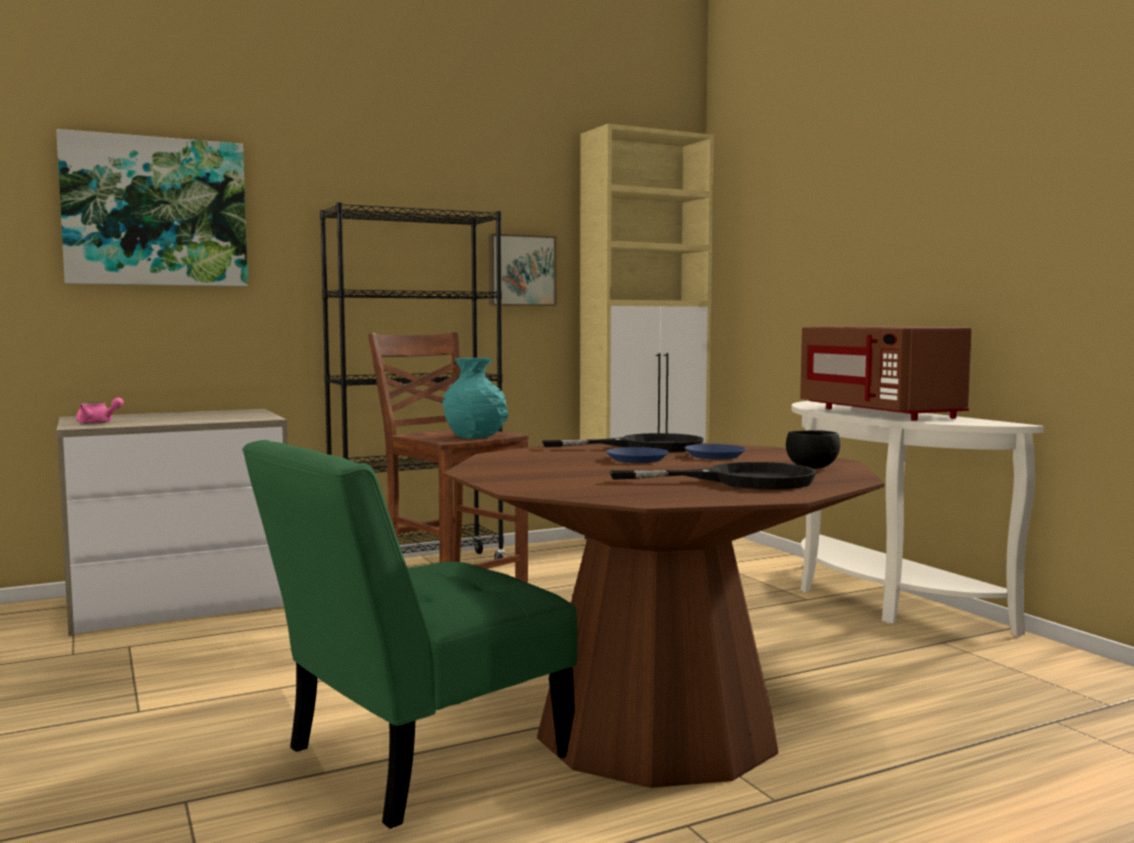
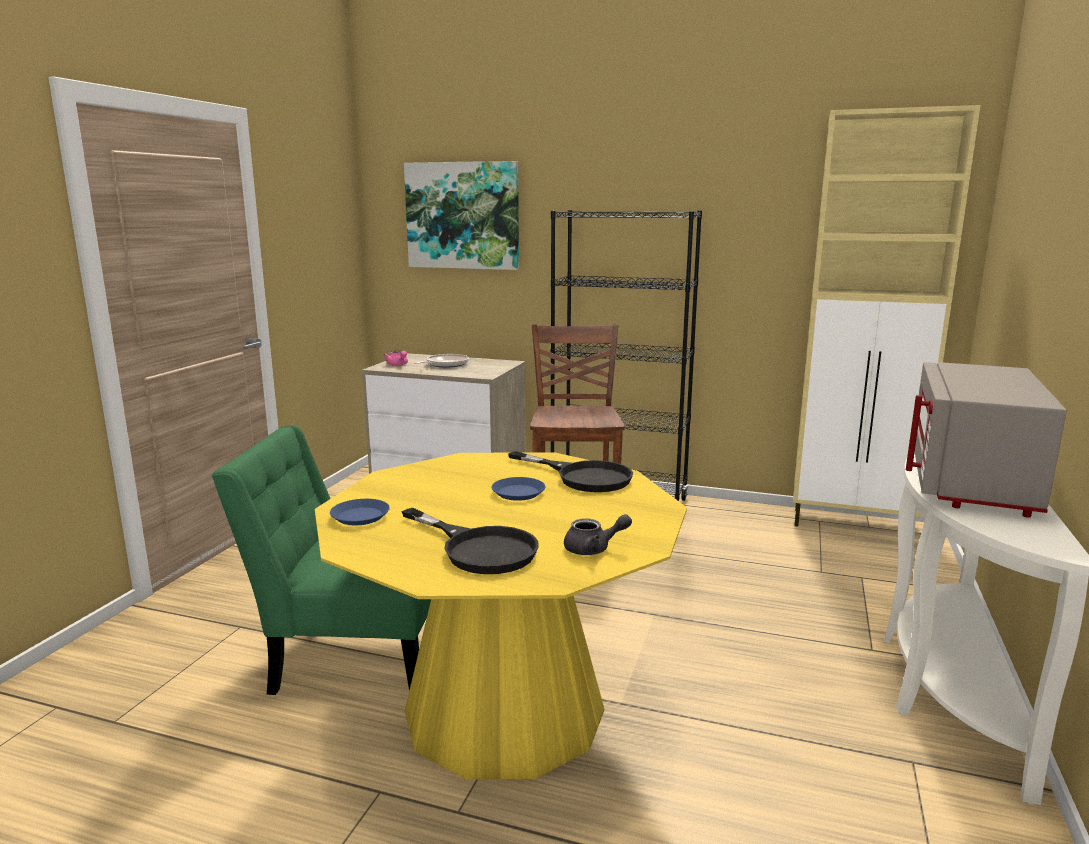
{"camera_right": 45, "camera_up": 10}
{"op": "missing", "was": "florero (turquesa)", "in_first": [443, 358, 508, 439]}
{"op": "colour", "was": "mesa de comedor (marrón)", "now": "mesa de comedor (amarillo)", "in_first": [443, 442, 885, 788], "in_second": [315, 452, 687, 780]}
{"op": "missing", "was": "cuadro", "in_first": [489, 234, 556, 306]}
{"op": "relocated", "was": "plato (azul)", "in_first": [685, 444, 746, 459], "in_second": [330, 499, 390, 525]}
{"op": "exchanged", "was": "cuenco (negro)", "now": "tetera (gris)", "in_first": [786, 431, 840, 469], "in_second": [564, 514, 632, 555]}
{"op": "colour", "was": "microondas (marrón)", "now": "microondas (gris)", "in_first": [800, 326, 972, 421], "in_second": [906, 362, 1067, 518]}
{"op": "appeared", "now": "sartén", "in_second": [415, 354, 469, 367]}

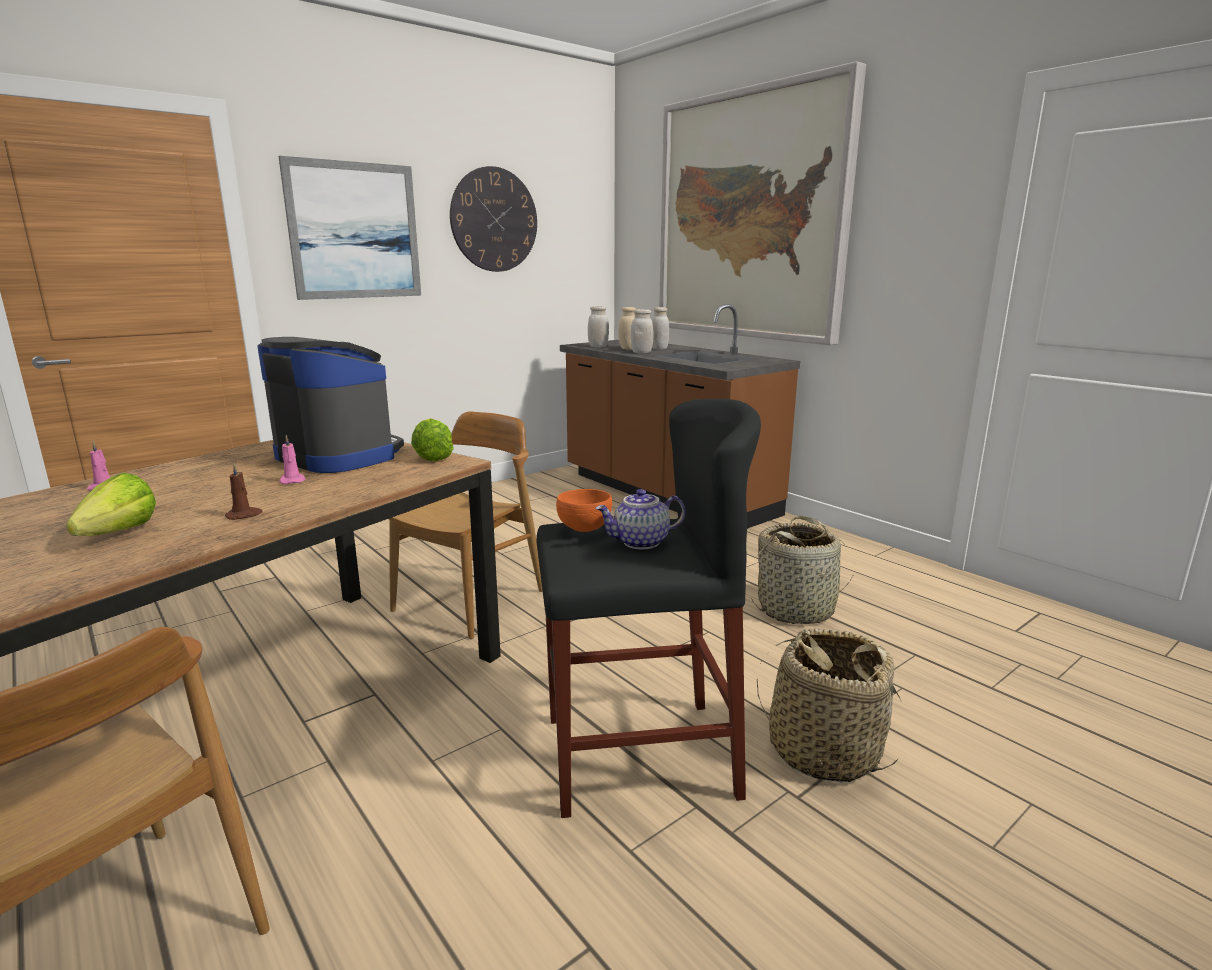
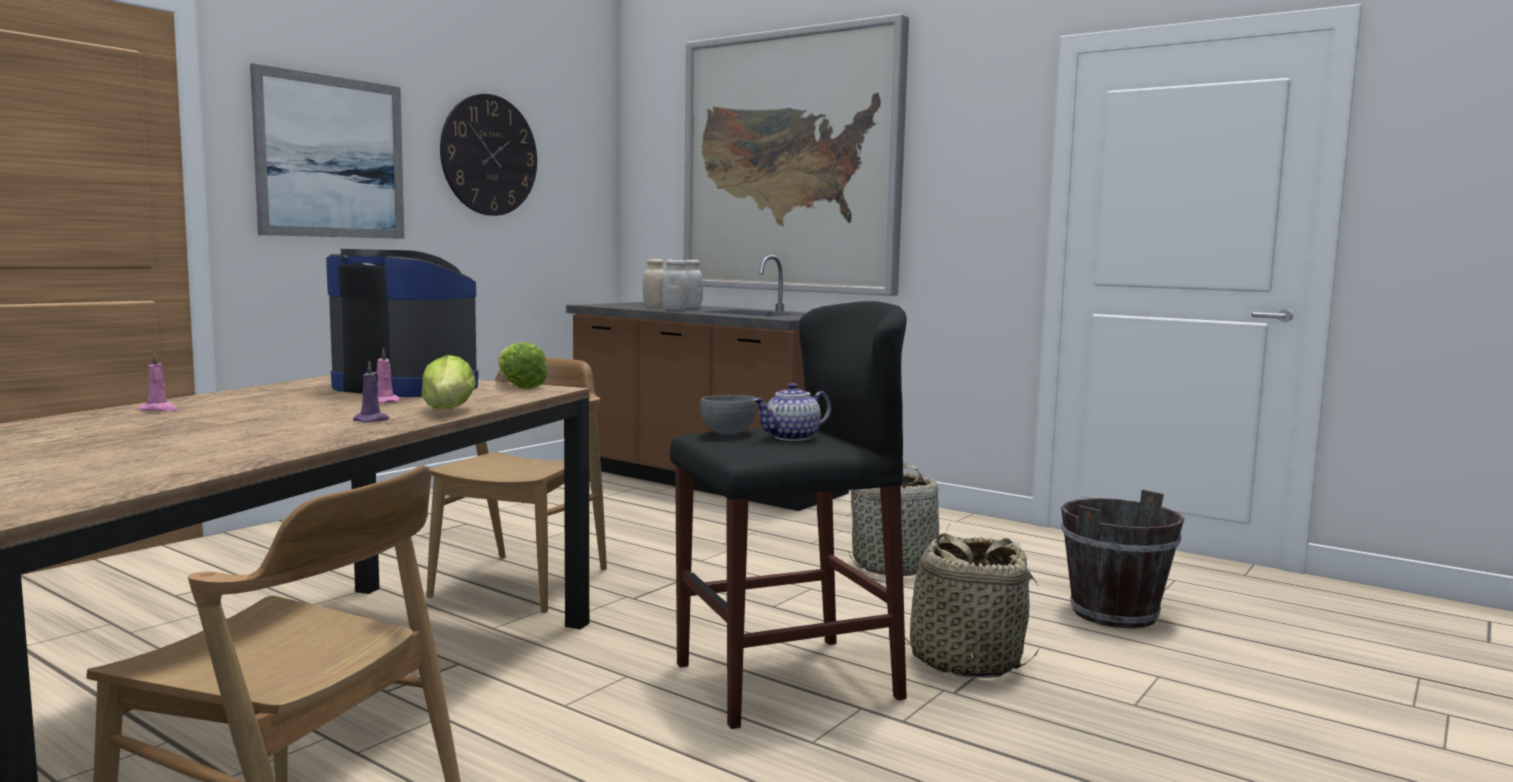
{"camera_right": -15, "camera_up": -10}
{"op": "relocated", "was": "lechuga", "in_first": [66, 472, 156, 536], "in_second": [421, 355, 476, 409]}
{"op": "colour", "was": "vela (marrón)", "now": "vela (morado)", "in_first": [225, 463, 263, 520], "in_second": [353, 360, 390, 423]}
{"op": "colour", "was": "cuenco (naranja)", "now": "cuenco (gris)", "in_first": [556, 489, 612, 532], "in_second": [700, 395, 757, 434]}
{"op": "missing", "was": "tarro (blanco)", "in_first": [588, 306, 609, 347]}
{"op": "appeared", "now": "cubo (marrón)", "in_second": [1061, 490, 1184, 629]}

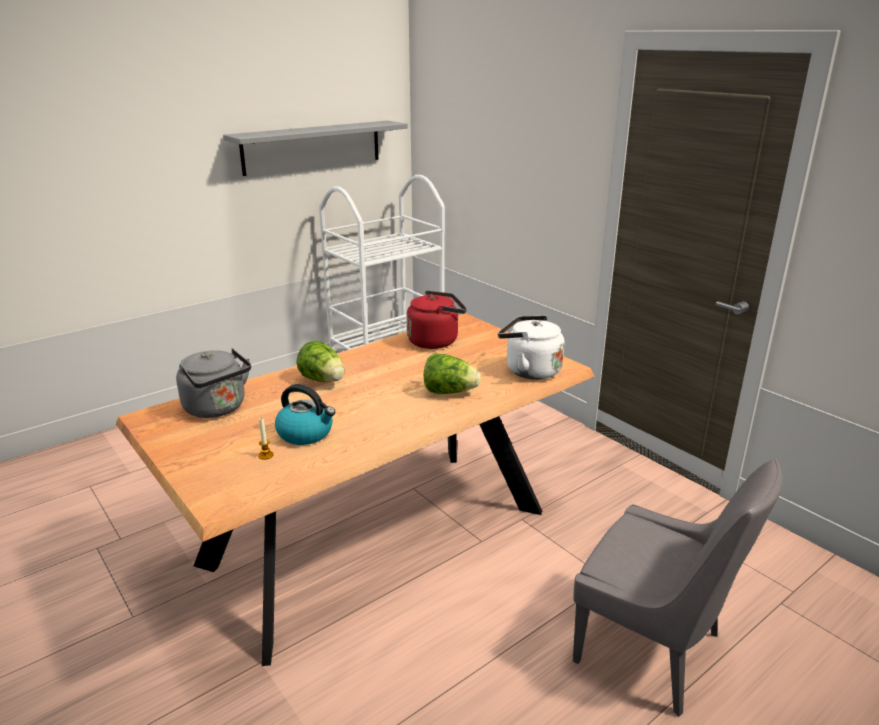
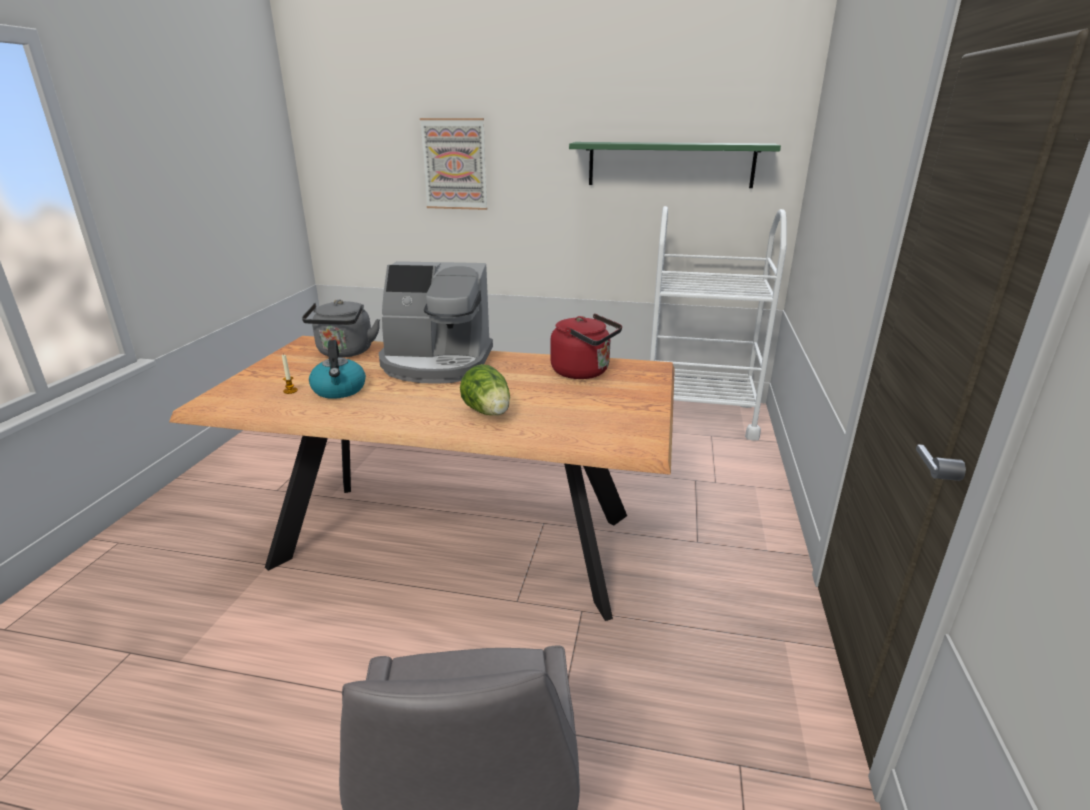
{"camera_right": 50, "camera_up": 0}
{"op": "colour", "was": "estante (gris)", "now": "estante (verde)", "in_first": [223, 121, 408, 176], "in_second": [569, 142, 781, 188]}
{"op": "exchanged", "was": "lechuga", "now": "cafetera", "in_first": [296, 341, 345, 382], "in_second": [379, 261, 493, 384]}
{"op": "missing", "was": "hervidor (blanco)", "in_first": [498, 316, 565, 380]}
{"op": "appeared", "now": "cuadro", "in_second": [420, 118, 488, 210]}

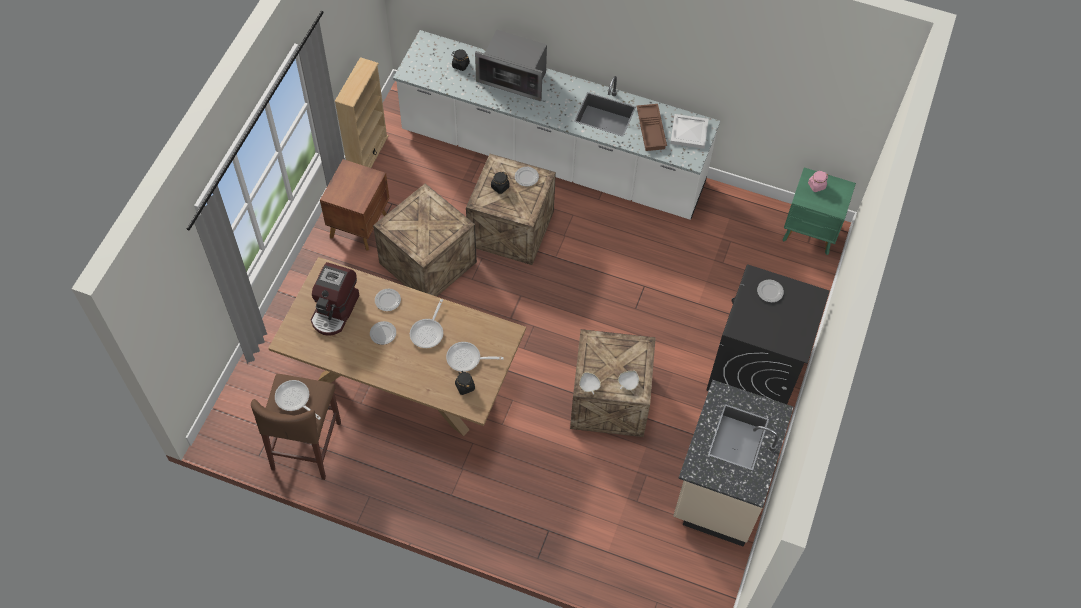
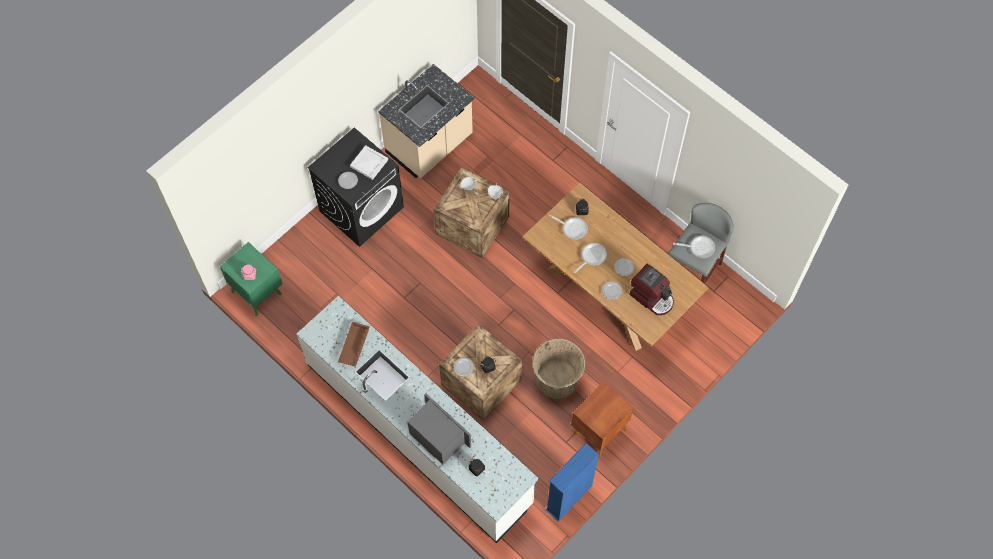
{"camera_right": -155, "camera_up": 5}
{"op": "colour", "was": "taburete (marrón)", "now": "taburete (gris)", "in_first": [251, 374, 341, 480], "in_second": [668, 203, 734, 284]}
{"op": "spun", "was": "sartén", "in_first": [275, 380, 321, 420], "in_second": [673, 236, 715, 258], "clockwise": -60}
{"op": "spun", "was": "cafetera", "in_first": [311, 262, 359, 336], "in_second": [630, 264, 674, 315], "clockwise": 90}
{"op": "colour", "was": "estantería (beis)", "now": "estantería (azul)", "in_first": [334, 57, 388, 168], "in_second": [546, 443, 599, 521]}
{"op": "exchanged", "was": "caja de embalaje", "now": "cesta", "in_first": [373, 183, 477, 297], "in_second": [532, 339, 585, 399]}
{"op": "relocated", "was": "bandeja (blanco)", "in_first": [670, 114, 708, 149], "in_second": [350, 145, 388, 180]}

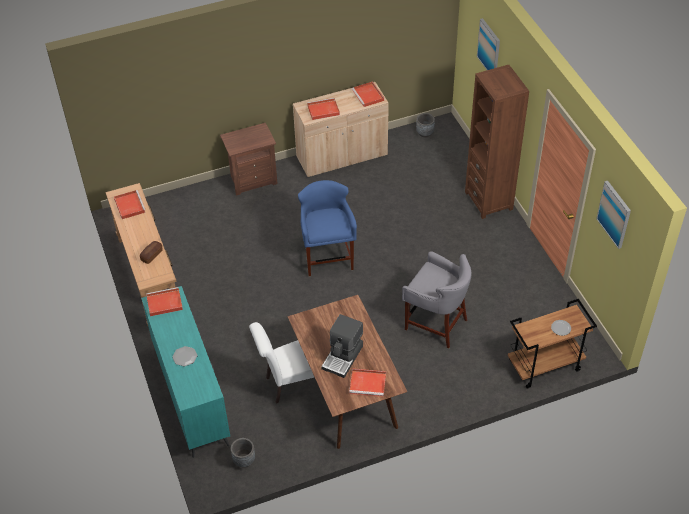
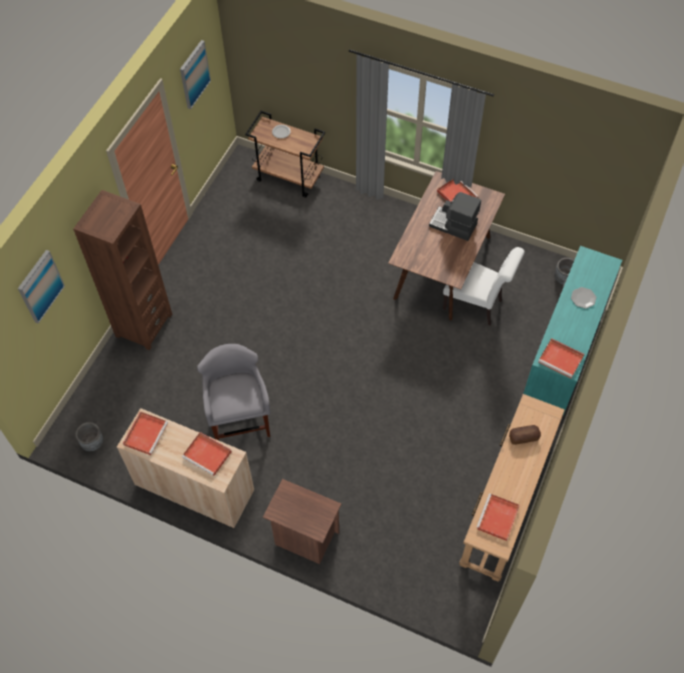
{"camera_right": -135, "camera_up": 10}
{"op": "missing", "was": "taburete (azul)", "in_first": [298, 180, 357, 276]}
{"op": "spun", "was": "cafetera", "in_first": [321, 314, 363, 378], "in_second": [429, 192, 481, 241], "clockwise": -135}
{"op": "relocated", "was": "taburete (gris)", "in_first": [402, 251, 471, 349], "in_second": [197, 344, 271, 441]}

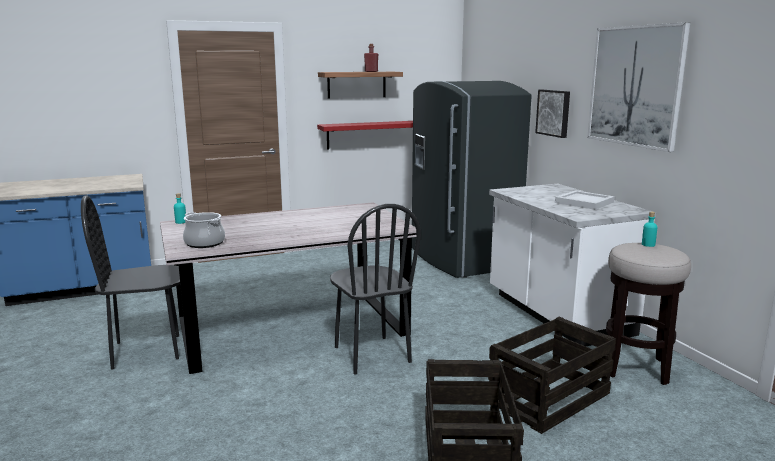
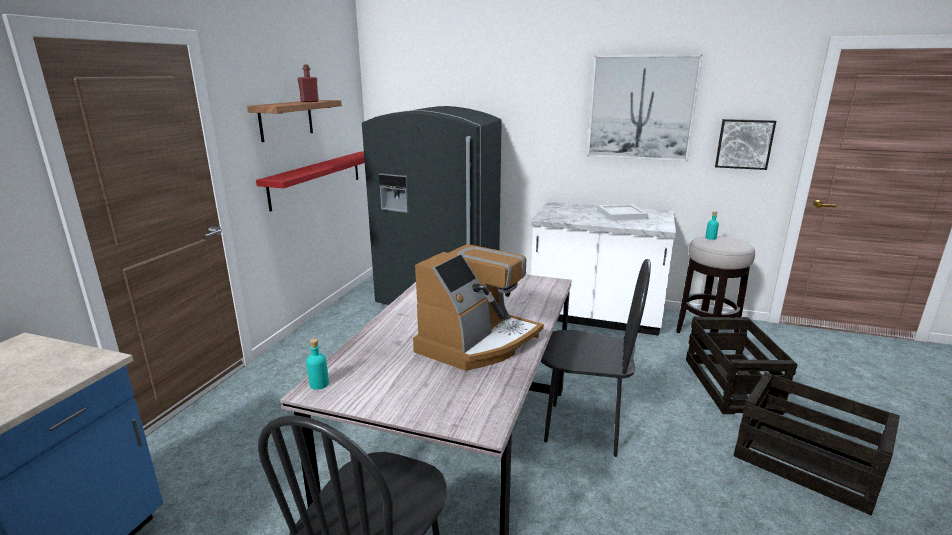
{"camera_right": -50, "camera_up": 5}
{"op": "missing", "was": "olla", "in_first": [183, 212, 225, 248]}
{"op": "relocated", "was": "cuadro", "in_first": [535, 90, 570, 138], "in_second": [715, 119, 776, 170]}
{"op": "appeared", "now": "cafetera", "in_second": [413, 244, 544, 371]}

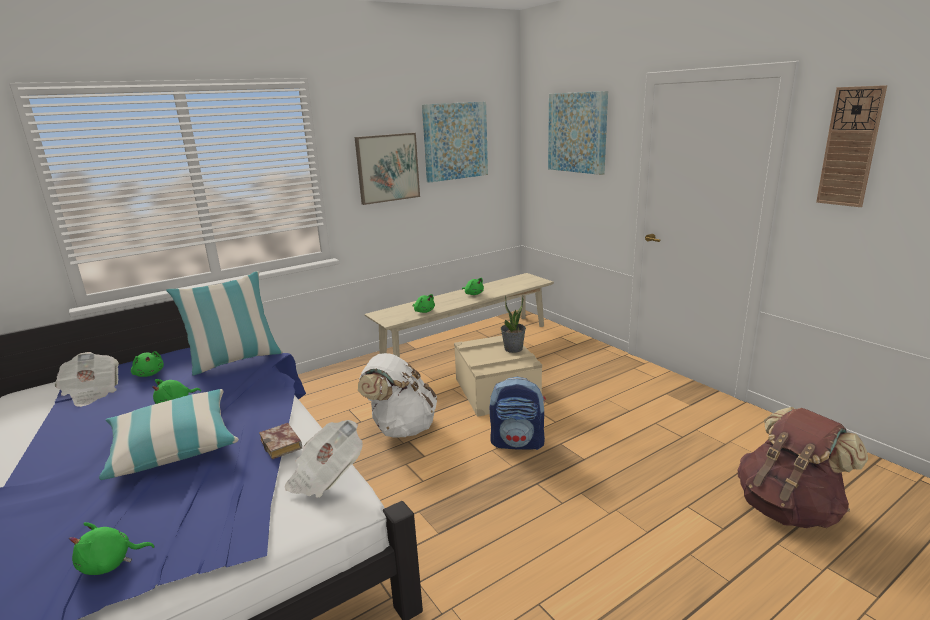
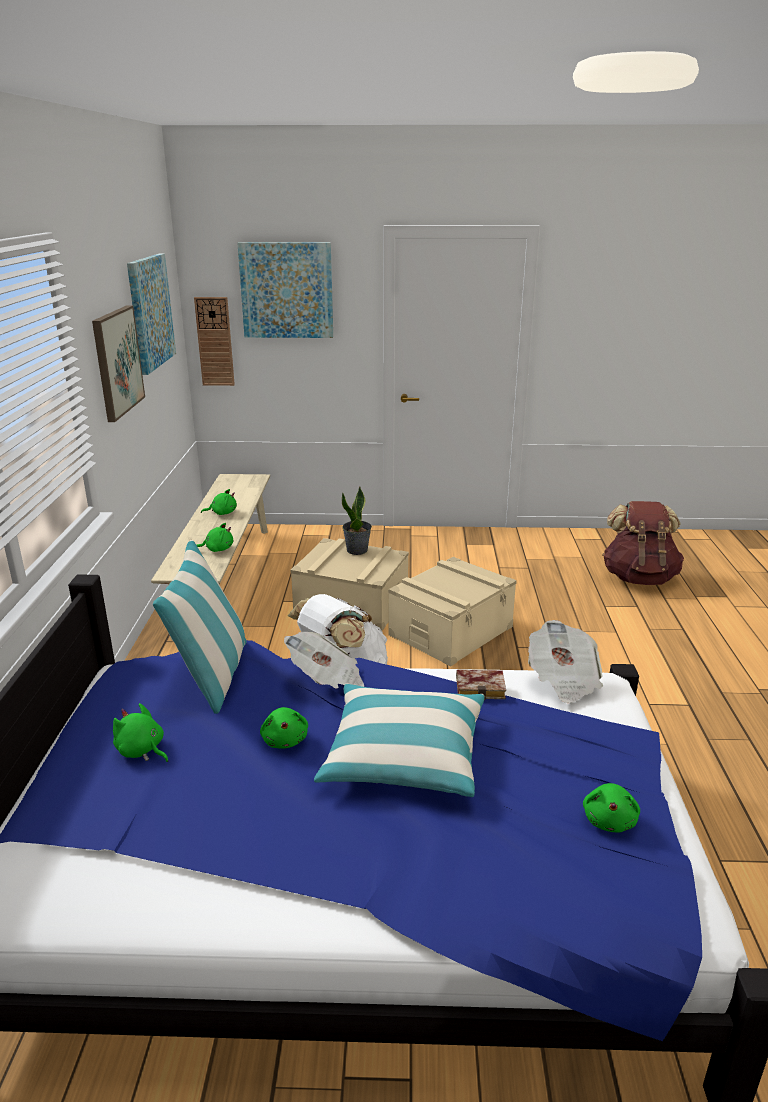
{"camera_right": -55, "camera_up": 5}
{"op": "relocated", "was": "periódico", "in_first": [55, 352, 119, 407], "in_second": [284, 632, 364, 689]}
{"op": "spun", "was": "peluche (verde)", "in_first": [131, 351, 164, 377], "in_second": [113, 703, 168, 762], "clockwise": -135}
{"op": "exchanged", "was": "mochila", "now": "caja de almacenaje (beis)", "in_first": [490, 377, 546, 450], "in_second": [388, 557, 517, 667]}
{"op": "relocated", "was": "reloj de pared", "in_first": [816, 85, 887, 207], "in_second": [194, 297, 235, 386]}

